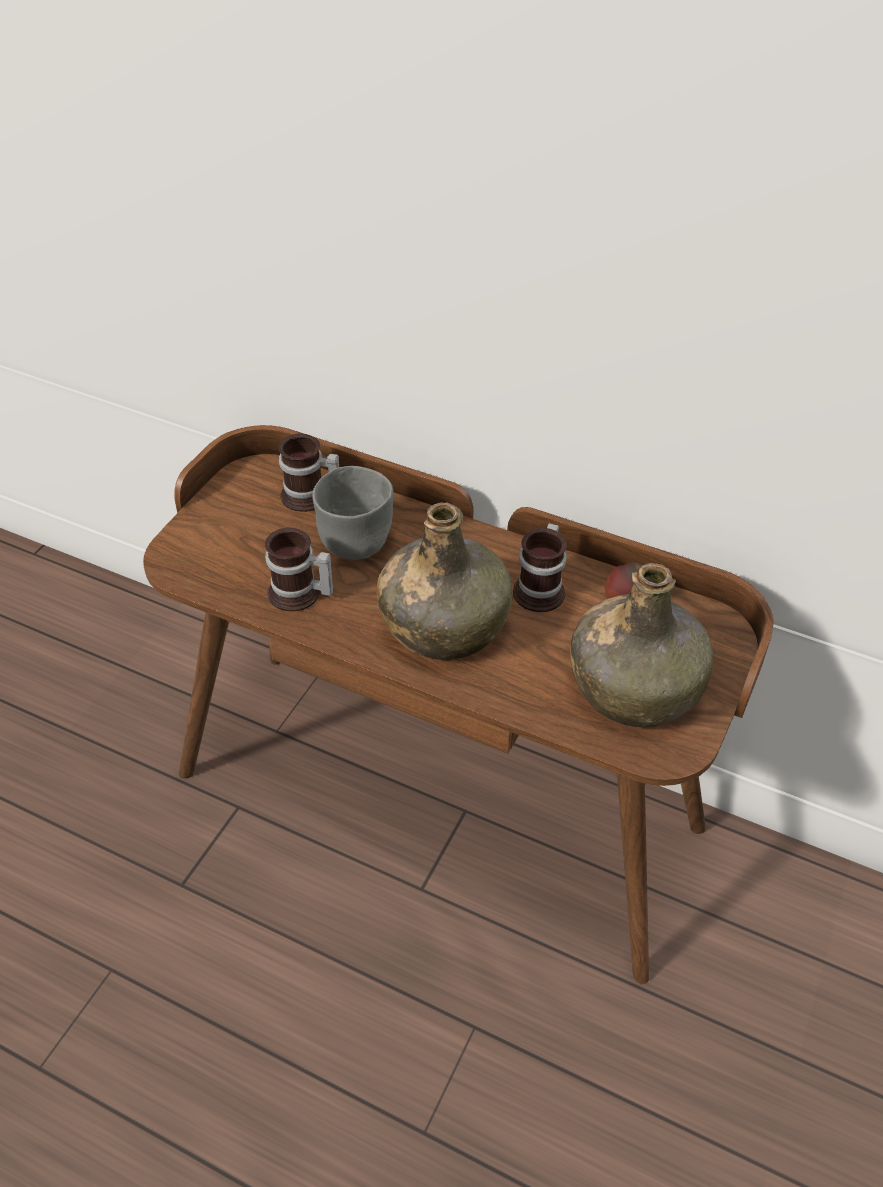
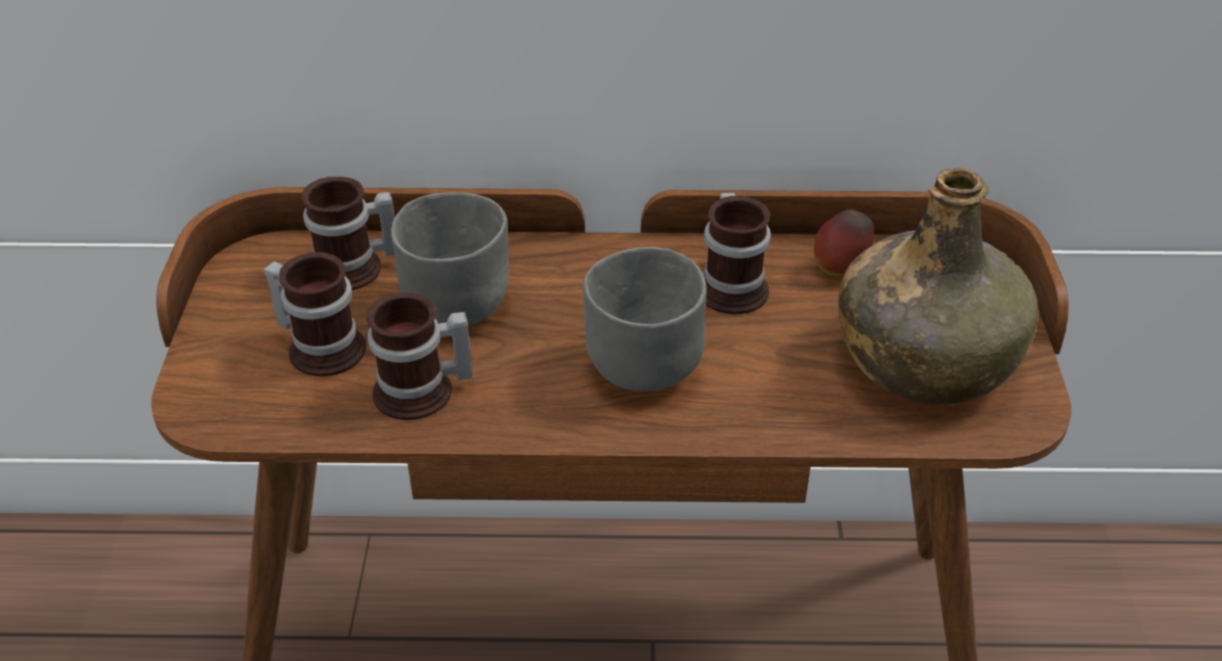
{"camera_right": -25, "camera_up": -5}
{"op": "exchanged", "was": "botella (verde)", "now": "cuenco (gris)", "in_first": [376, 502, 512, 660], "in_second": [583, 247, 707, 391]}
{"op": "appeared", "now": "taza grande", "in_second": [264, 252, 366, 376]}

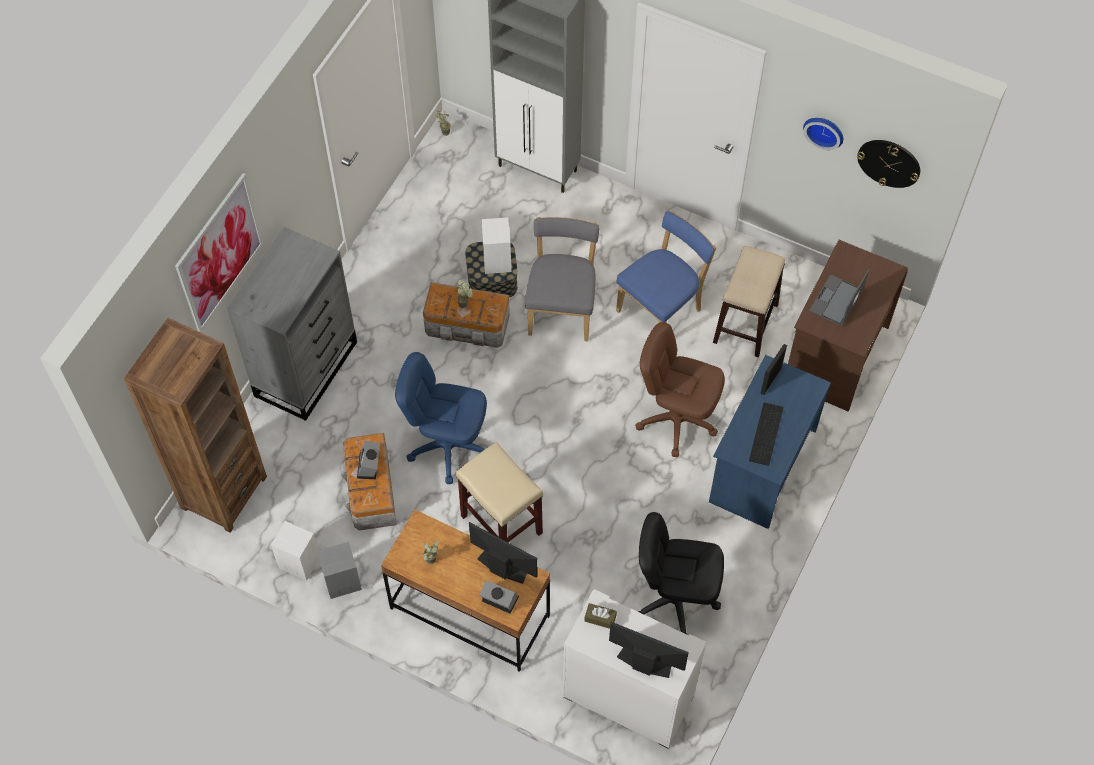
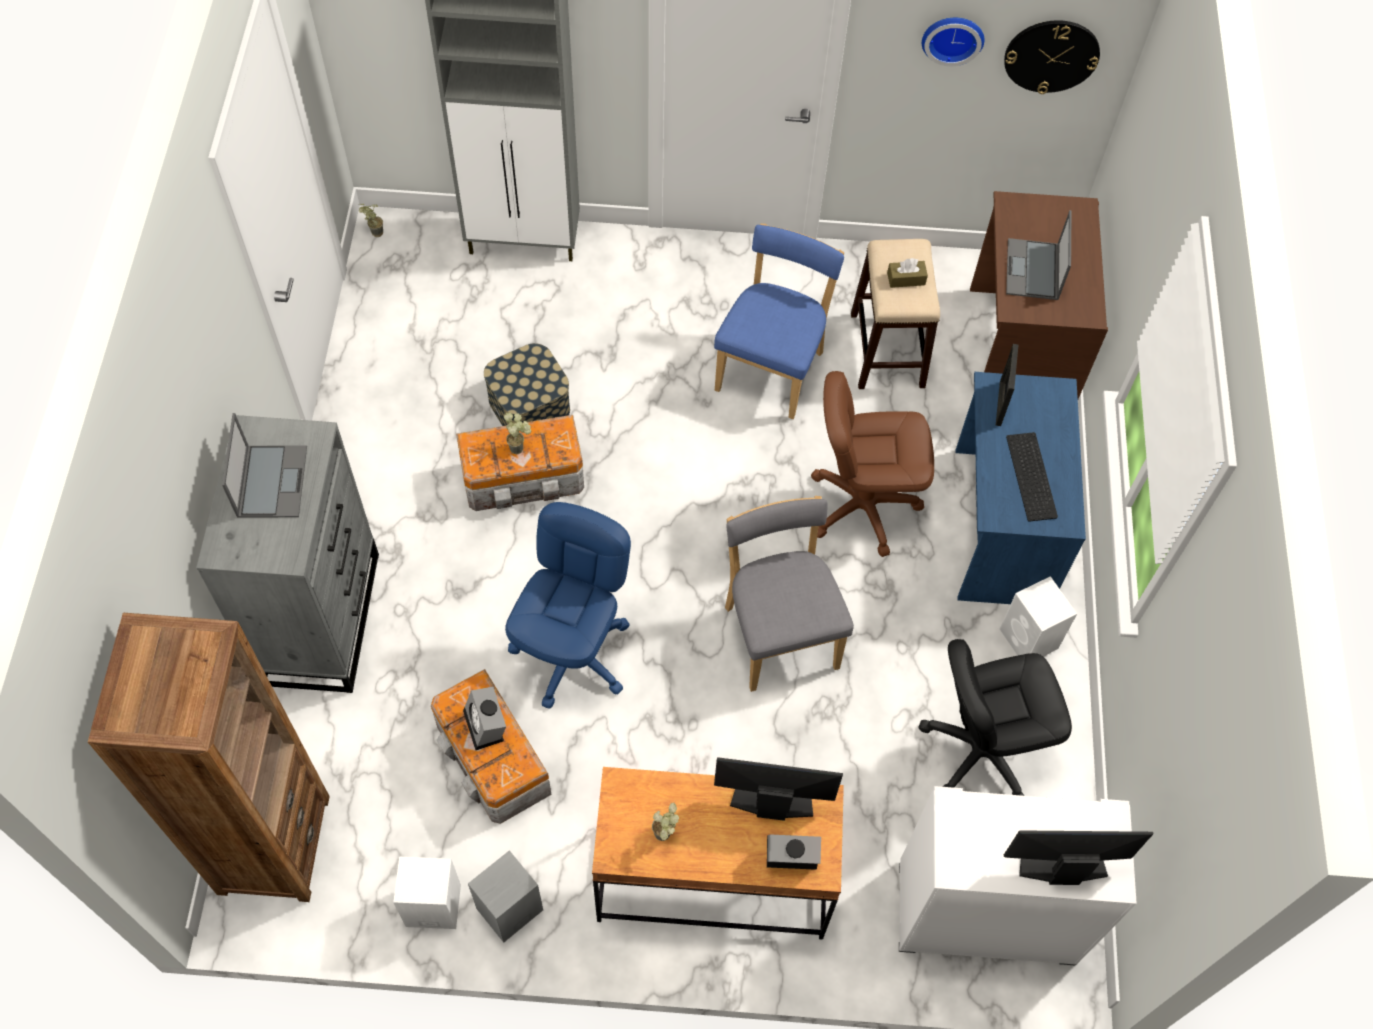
{"camera_right": -25, "camera_up": 0}
{"op": "missing", "was": "cuadro", "in_first": [175, 173, 263, 333]}
{"op": "spun", "was": "silla de oficina (azul)", "in_first": [395, 352, 487, 484], "in_second": [505, 502, 631, 709], "clockwise": 120}
{"op": "missing", "was": "taburete (beis)", "in_first": [456, 442, 543, 542]}
{"op": "relocated", "was": "altavoz (blanco)", "in_first": [481, 217, 511, 274], "in_second": [999, 576, 1077, 656]}
{"op": "relocated", "was": "silla (gris)", "in_first": [525, 217, 599, 342], "in_second": [725, 496, 854, 692]}
{"op": "relocated", "was": "caja de pañuelos (marrón)", "in_first": [584, 603, 617, 629], "in_second": [887, 258, 928, 288]}
{"op": "appeared", "now": "portátil", "in_second": [222, 413, 307, 517]}

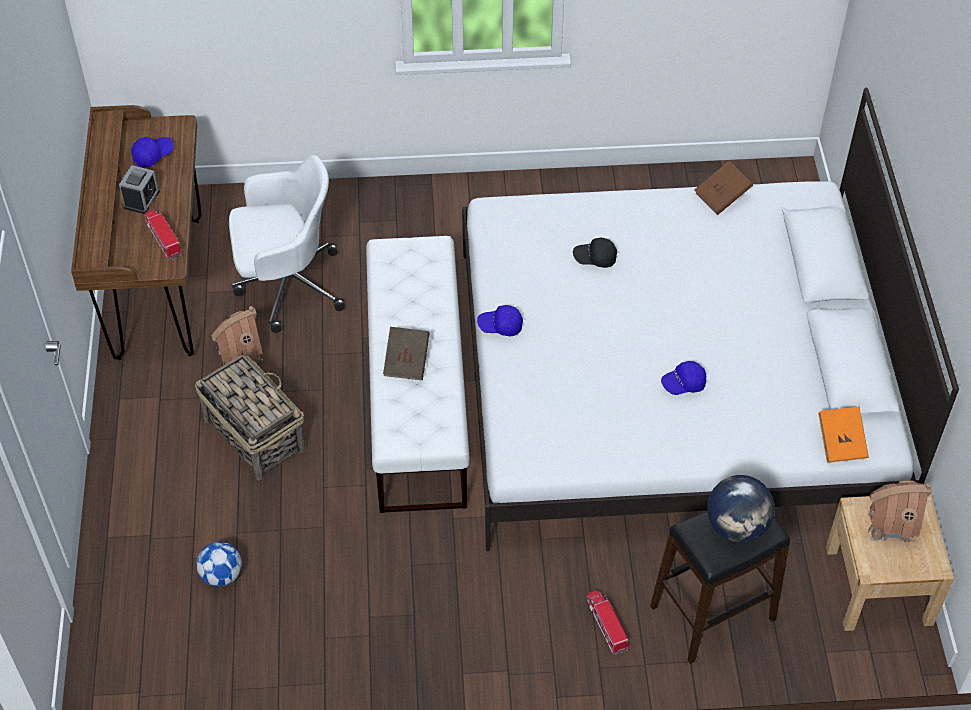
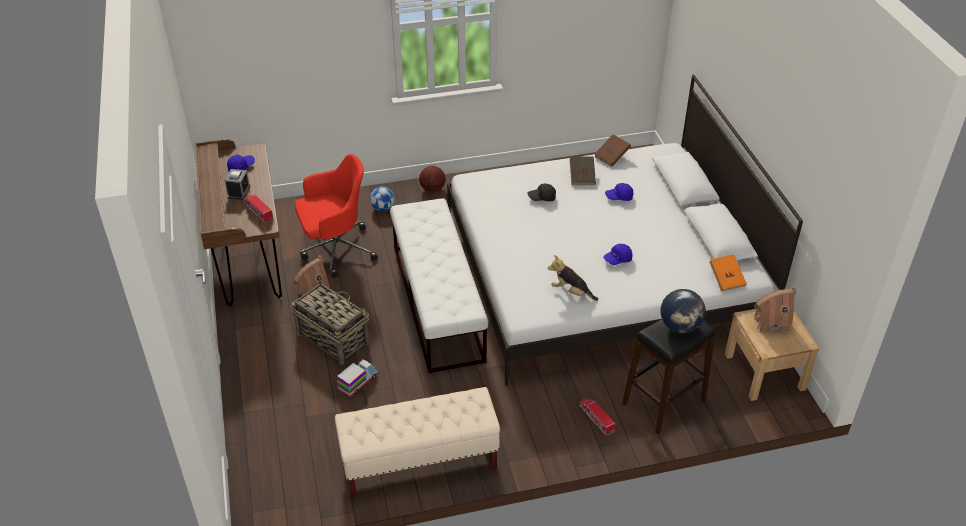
{"camera_right": -10, "camera_up": -10}
{"op": "relocated", "was": "balón de fútbol", "in_first": [196, 542, 242, 587], "in_second": [370, 186, 395, 211]}
{"op": "colour", "was": "silla de oficina (blanco)", "now": "silla de oficina (rojo)", "in_first": [229, 155, 345, 333], "in_second": [295, 154, 378, 278]}
{"op": "relocated", "was": "libro (marrón)", "in_first": [383, 327, 430, 380], "in_second": [569, 156, 596, 185]}
{"op": "relocated", "was": "gorra (azul)", "in_first": [477, 305, 523, 337], "in_second": [605, 183, 633, 201]}
{"op": "appeared", "now": "banco (beis)", "in_second": [335, 387, 500, 499]}
{"op": "appeared", "now": "camión de juguete", "in_second": [337, 359, 378, 397]}
{"op": "appeared", "now": "balón de baloncesto", "in_second": [419, 166, 445, 192]}
{"op": "appeared", "now": "peluche", "in_second": [548, 255, 598, 301]}

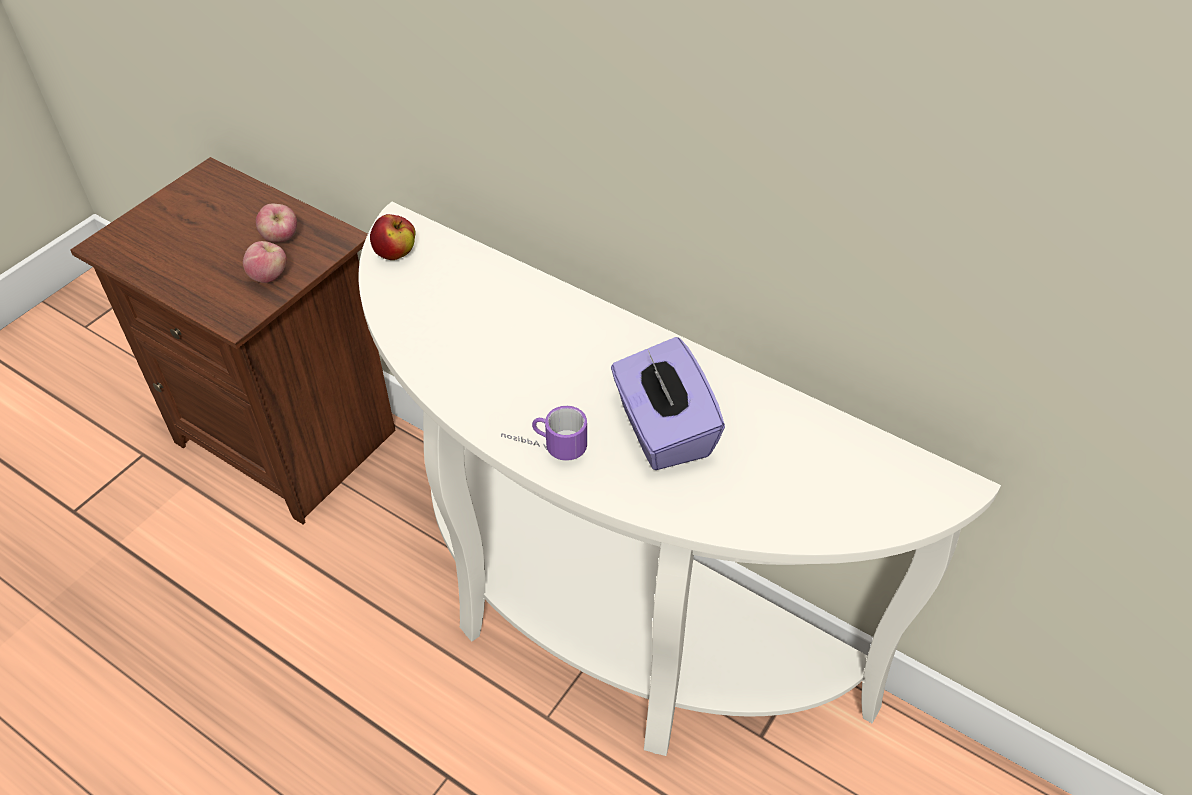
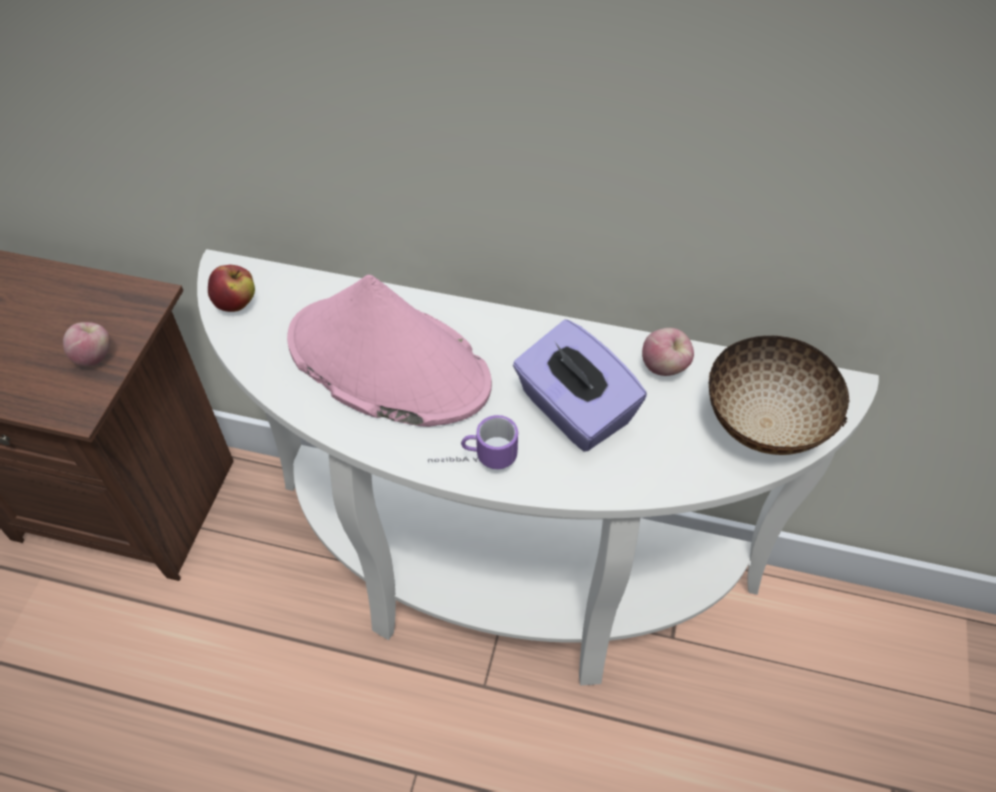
{"camera_right": -20, "camera_up": 5}
{"op": "relocated", "was": "manzana", "in_first": [256, 204, 297, 242], "in_second": [642, 328, 694, 376]}
{"op": "appeared", "now": "sombrero (rosa)", "in_second": [287, 275, 492, 427]}
{"op": "appeared", "now": "cuenco", "in_second": [709, 336, 850, 455]}

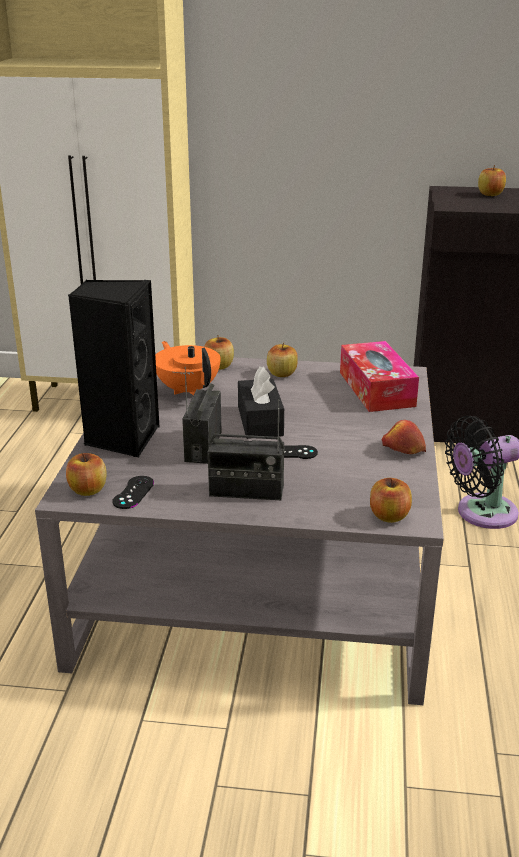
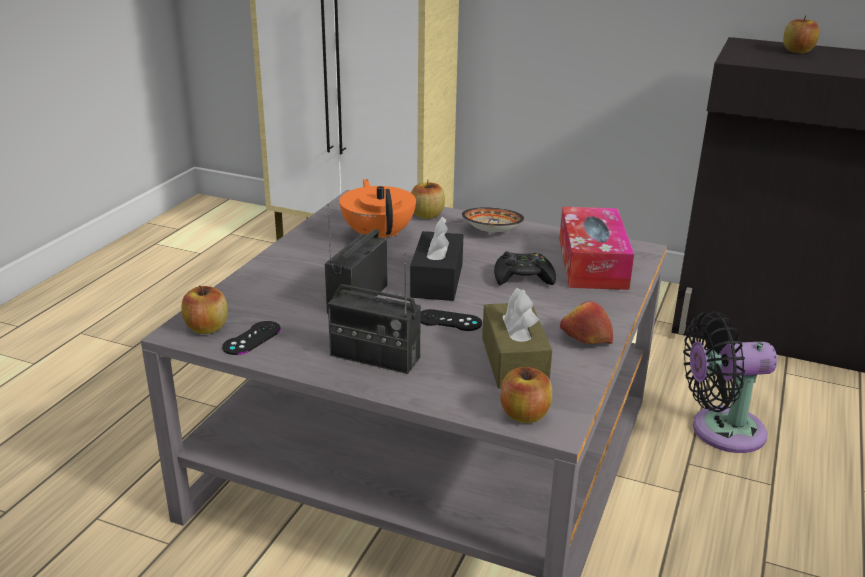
{"camera_right": 15, "camera_up": 0}
{"op": "missing", "was": "altavoz (negro)", "in_first": [68, 280, 160, 457]}
{"op": "exchanged", "was": "manzana", "now": "cuenco", "in_first": [267, 343, 298, 377], "in_second": [462, 207, 524, 233]}
{"op": "appeared", "now": "caja de pañuelos (marrón)", "in_second": [482, 288, 552, 389]}
{"op": "appeared", "now": "mando de consola (negro)", "in_second": [494, 251, 556, 285]}

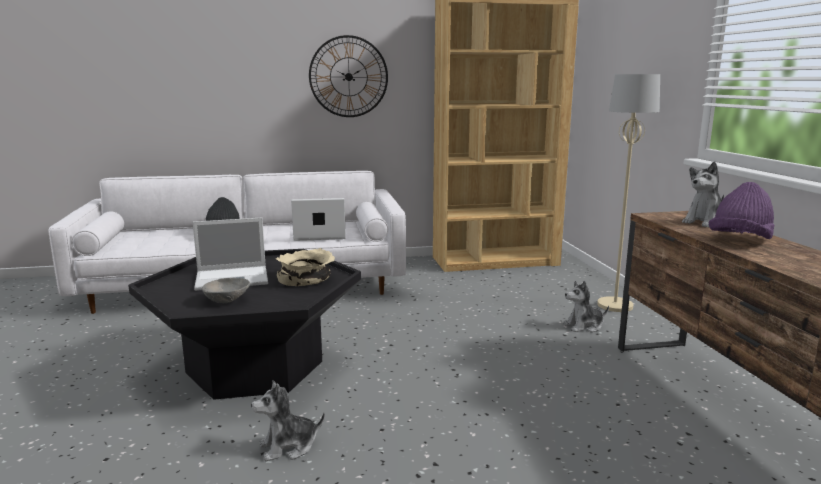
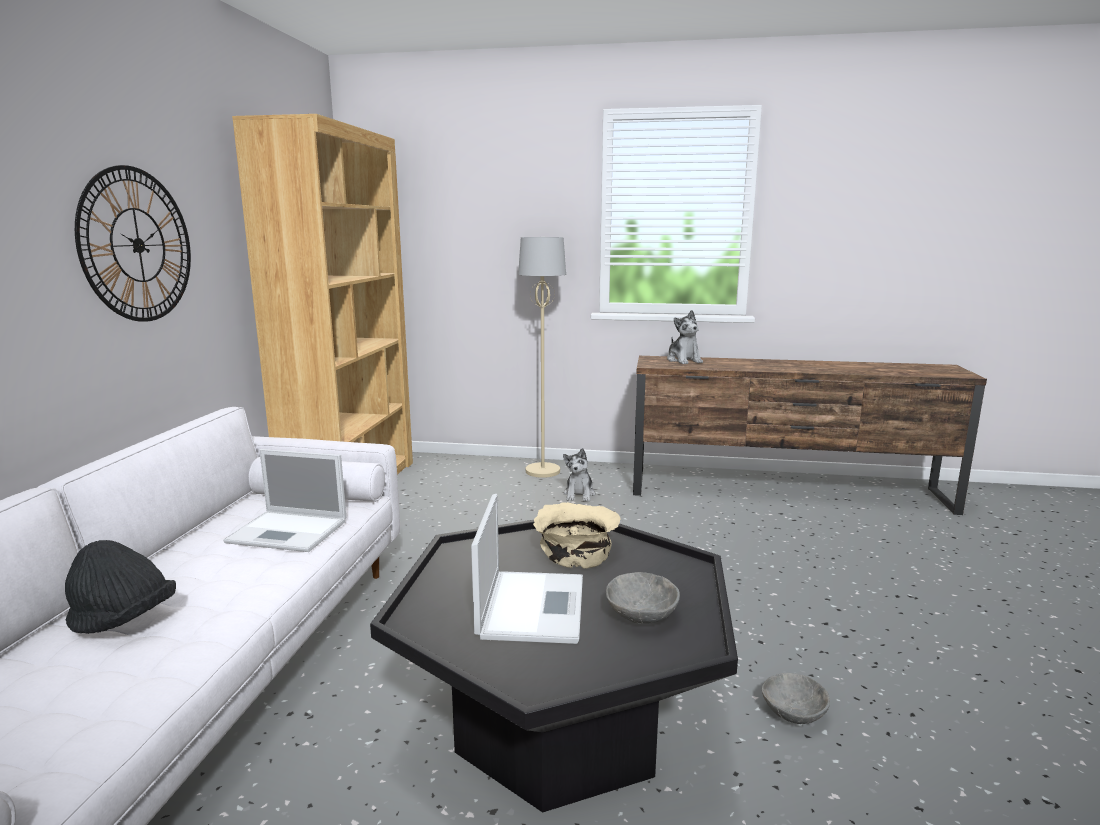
{"camera_right": -70, "camera_up": 0}
{"op": "exchanged", "was": "peluche", "now": "cuenco (gris)", "in_first": [251, 380, 325, 462], "in_second": [762, 673, 830, 724]}
{"op": "spun", "was": "portátil", "in_first": [291, 198, 346, 241], "in_second": [224, 449, 346, 552], "clockwise": -90}
{"op": "missing", "was": "sombrero (morado)", "in_first": [709, 182, 774, 239]}

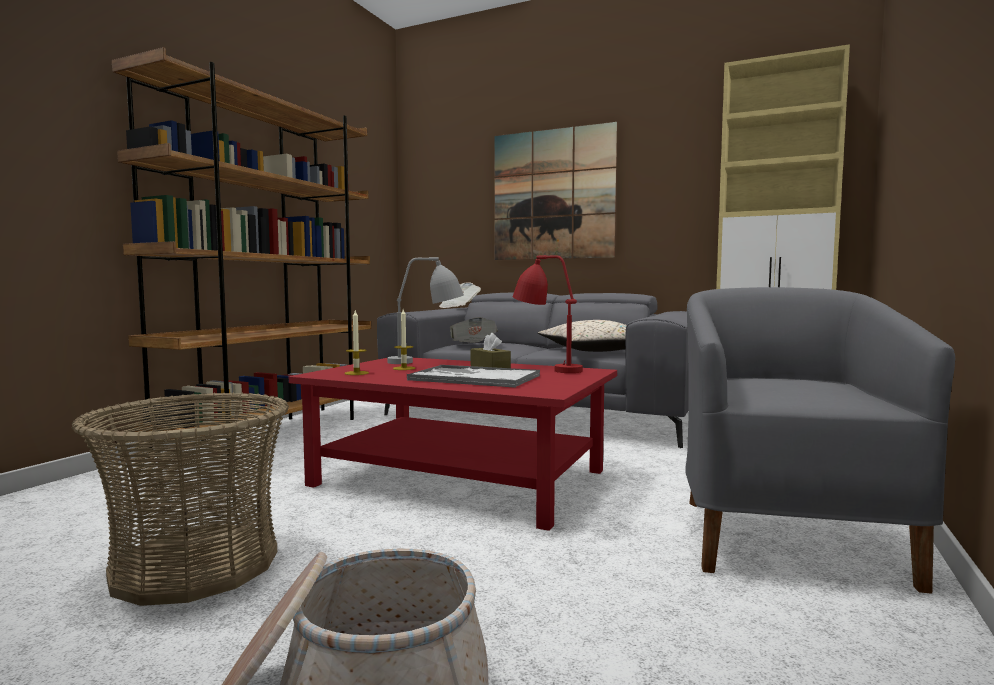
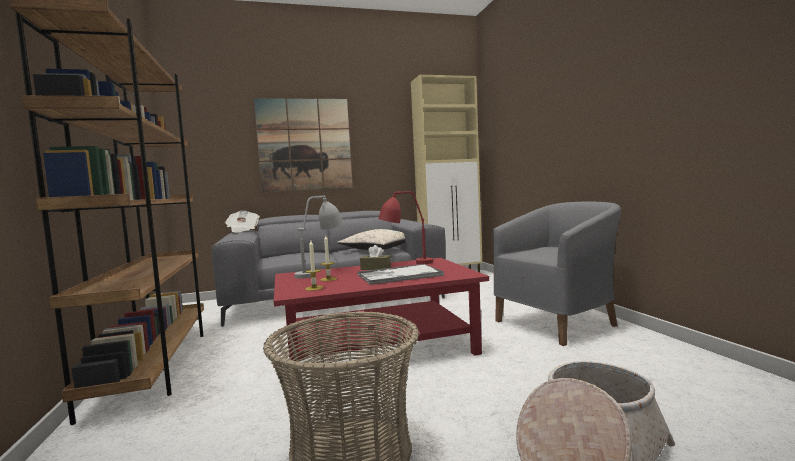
{"camera_right": -40, "camera_up": 0}
{"op": "missing", "was": "periódico", "in_first": [450, 317, 498, 343]}
{"op": "spun", "was": "sillón (gris)", "in_first": [685, 287, 955, 593], "in_second": [492, 201, 621, 346], "clockwise": 90}

